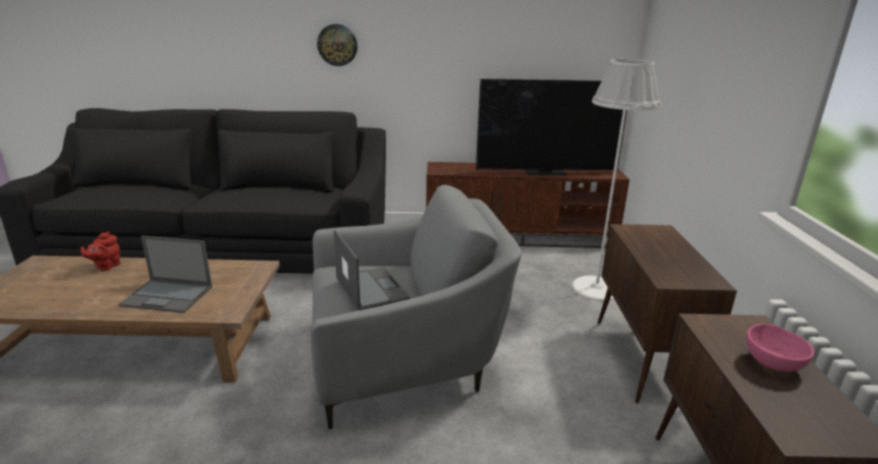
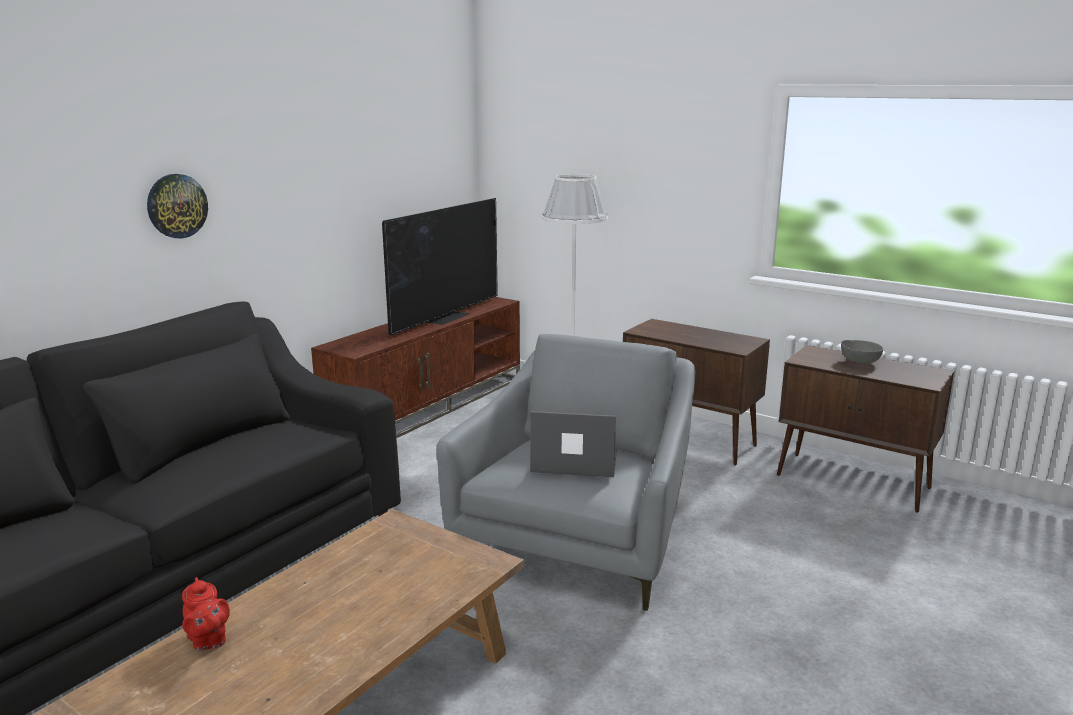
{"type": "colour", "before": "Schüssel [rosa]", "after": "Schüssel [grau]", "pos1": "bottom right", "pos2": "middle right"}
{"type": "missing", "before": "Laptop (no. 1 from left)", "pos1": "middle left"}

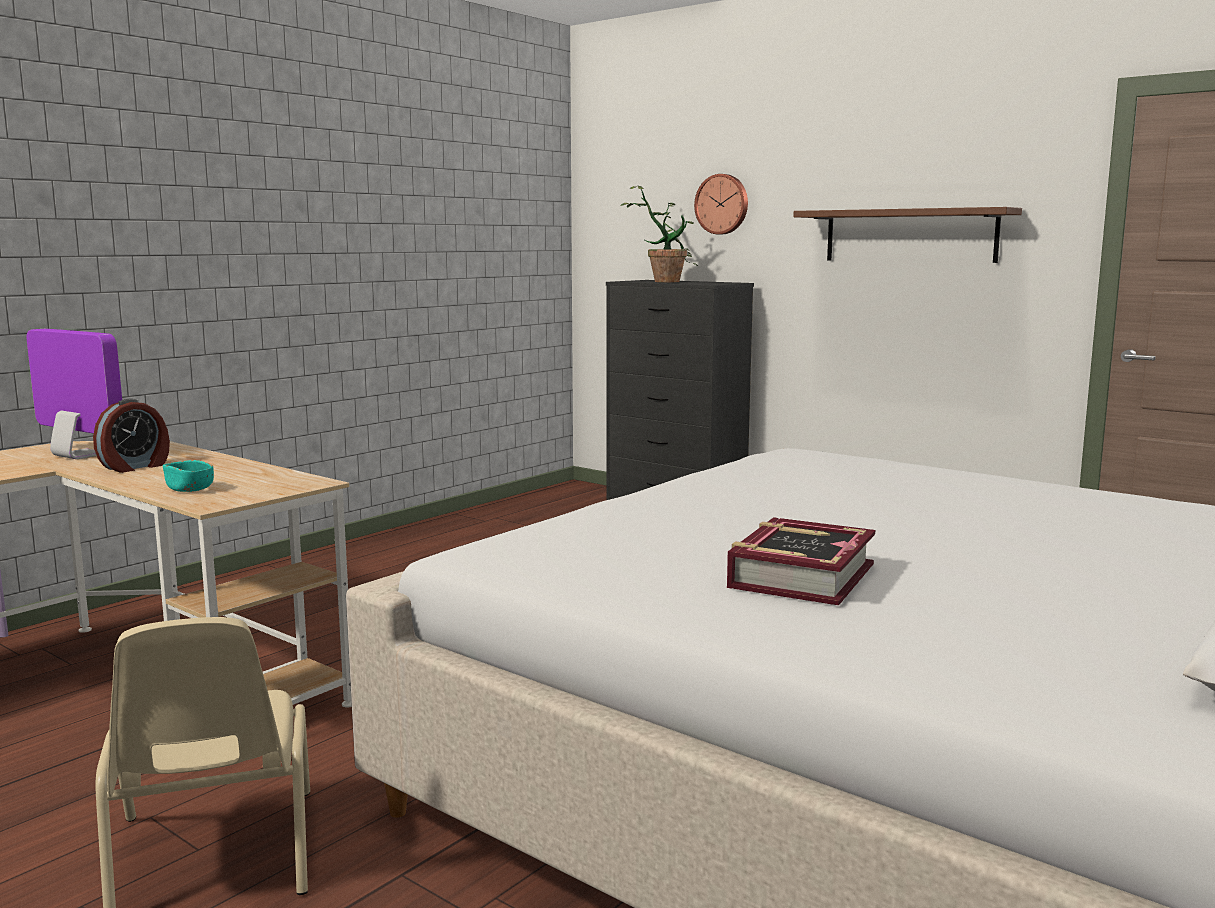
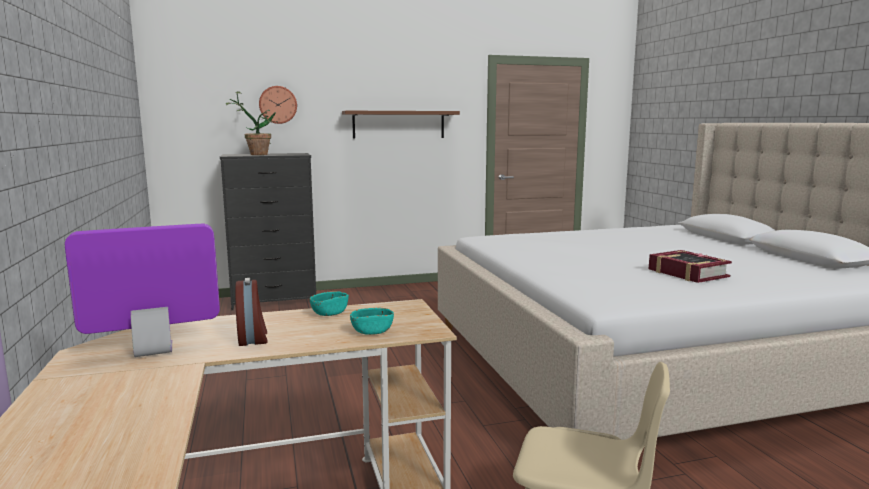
{"type": "appeared", "after": "Schüssel [türkis] (no. 1 from left)", "pos2": "centre"}

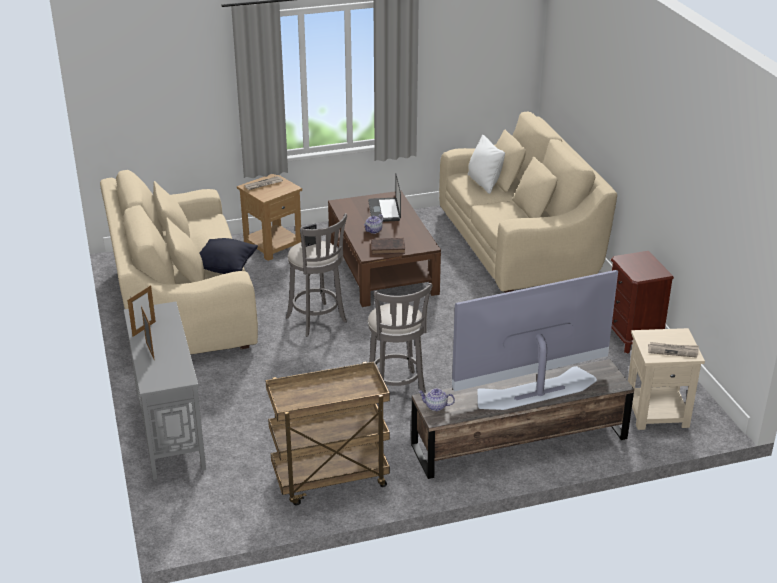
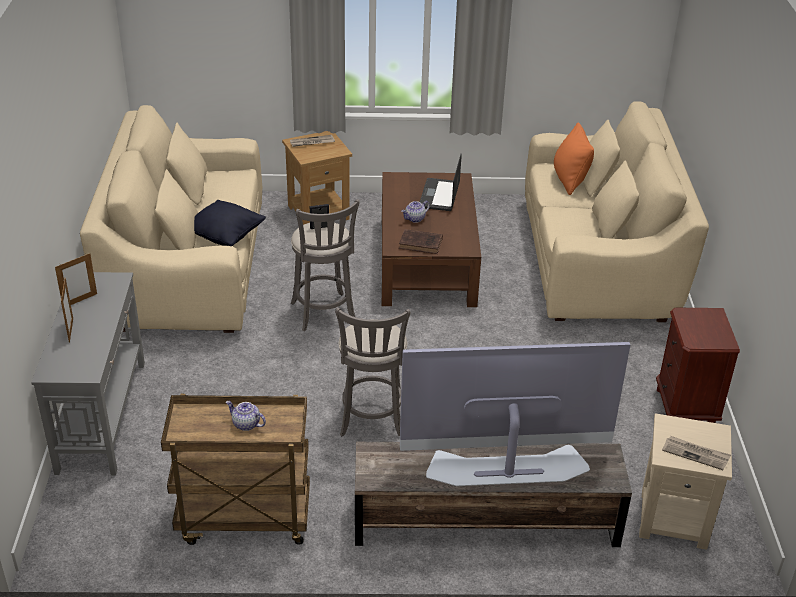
{"type": "relocated", "before": "Teekanne (no. 2 from left in the first image)", "after": "Teekanne (no. 1 from left)", "pos1": "bottom centre", "pos2": "bottom left"}
{"type": "colour", "before": "Kissen [weiß]", "after": "Kissen [orange]", "pos1": "top centre", "pos2": "top right"}

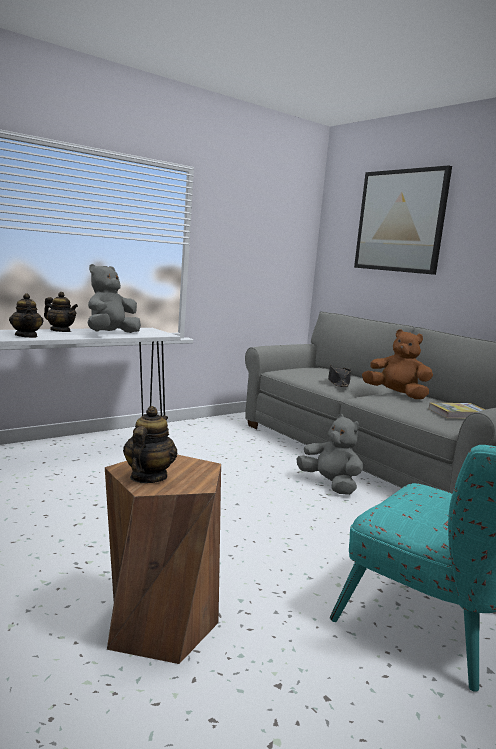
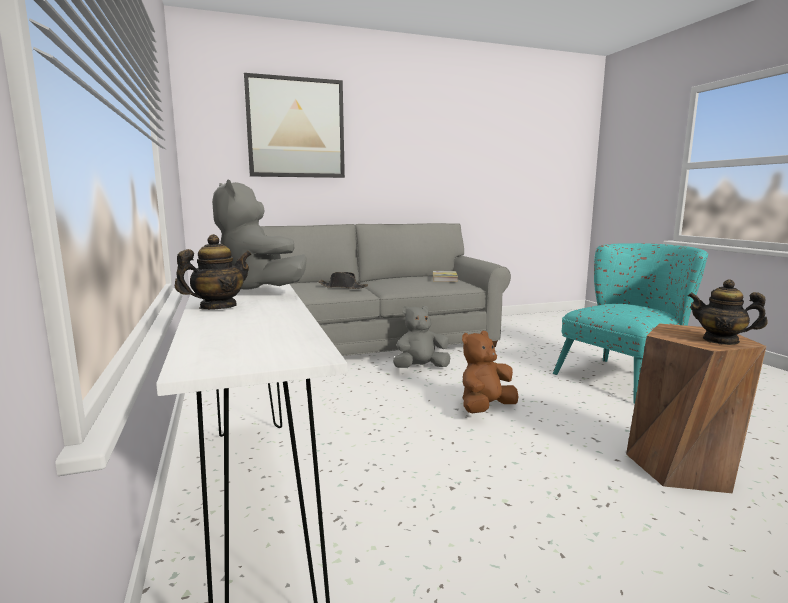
{"type": "relocated", "before": "Plüschtier [braun]", "pos1": "middle right", "pos2": "centre"}
{"type": "missing", "before": "Teekanne (no. 1 from left)", "pos1": "middle left"}

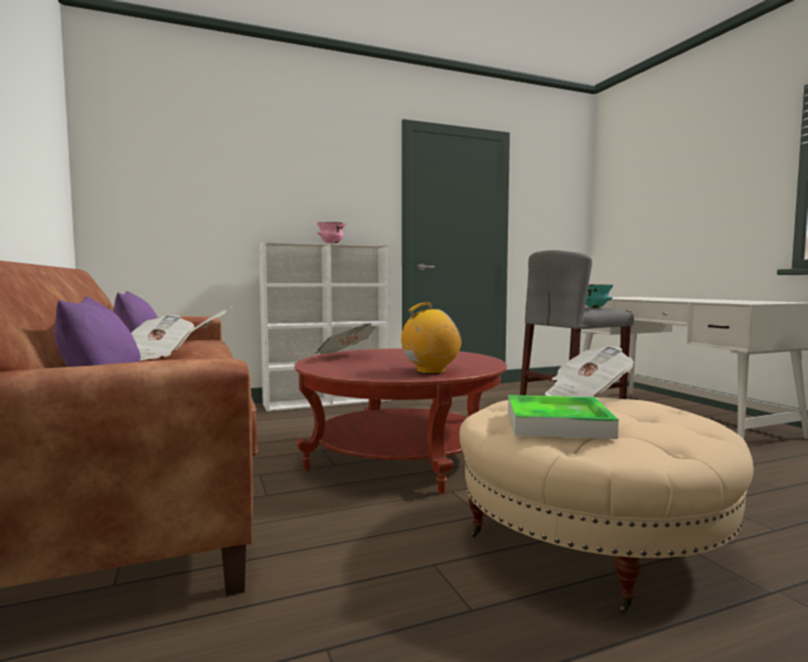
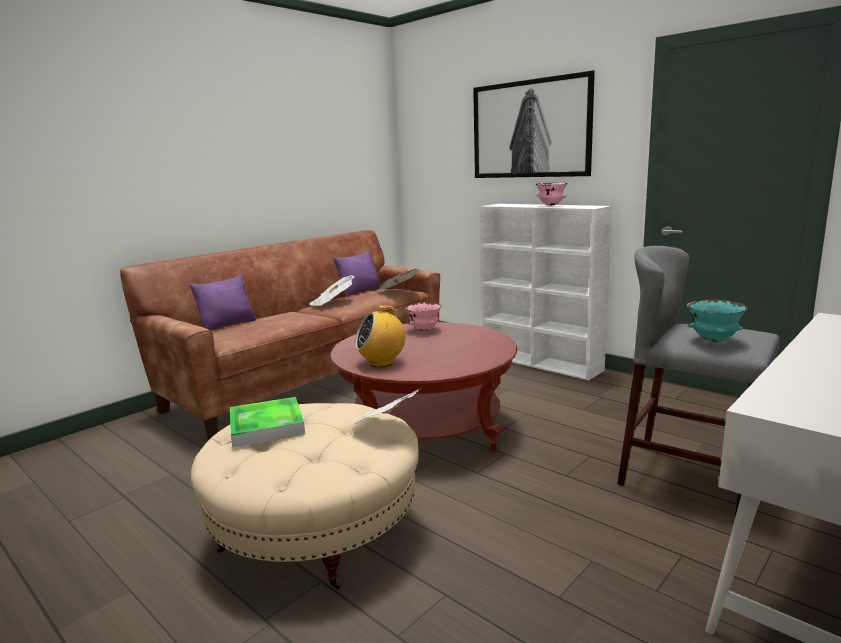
{"type": "spun", "before": "Radio", "pos1": "centre", "pos2": "centre", "turn": 120}
{"type": "exchanged", "before": "Zeitung (no. 3 from left)", "after": "Schüssel [rosa] (no. 1 from left)", "pos1": "centre", "pos2": "centre"}
{"type": "appeared", "after": "Bild", "pos2": "top centre"}

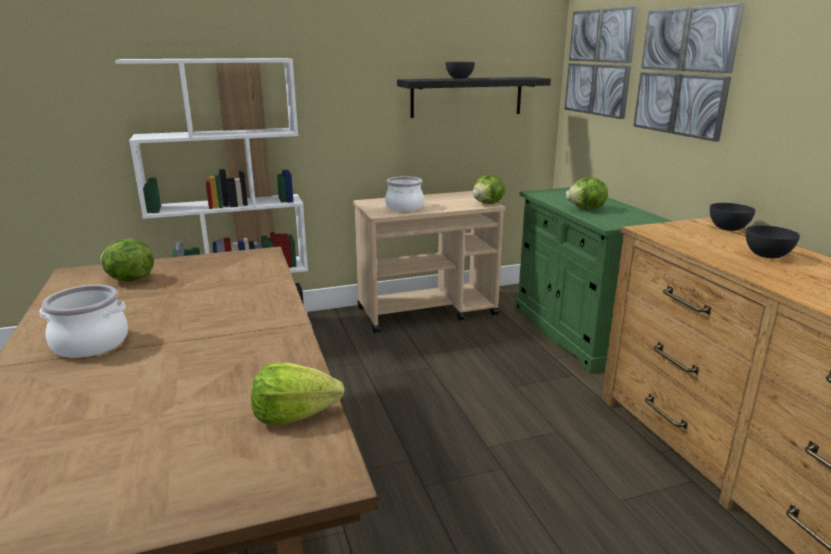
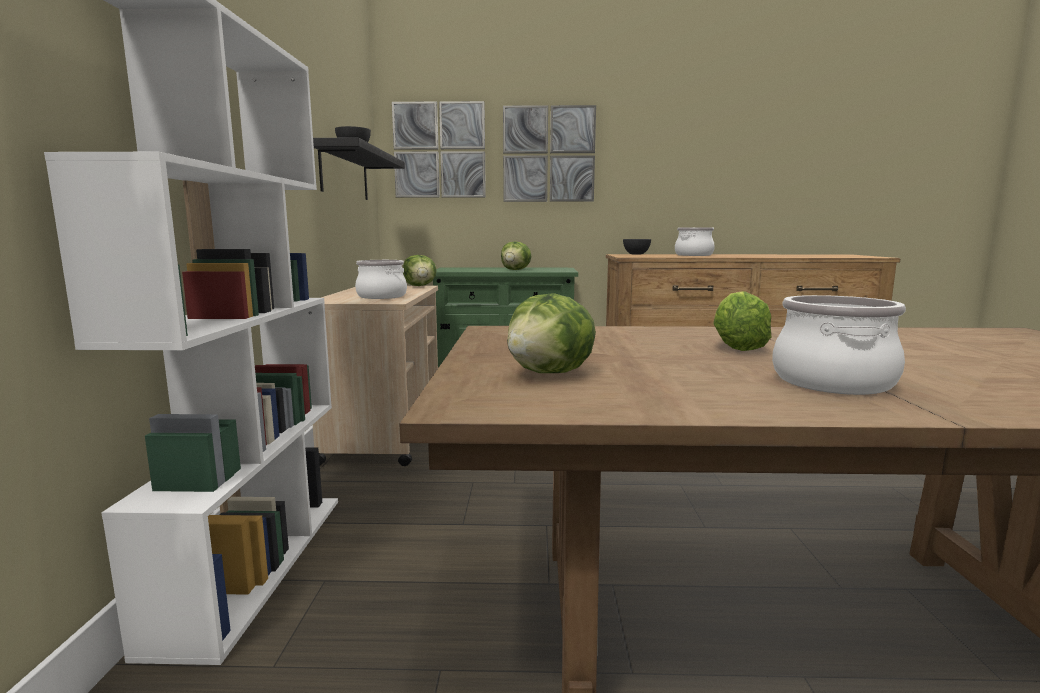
{"type": "exchanged", "before": "Schüssel [grau] (no. 3 from left)", "after": "Kochtopf (no. 2 from left)", "pos1": "middle right", "pos2": "middle right"}
{"type": "relocated", "before": "Salatkopf (no. 2 from left in the first image)", "after": "Salatkopf (no. 4 from left)", "pos1": "bottom centre", "pos2": "middle right"}

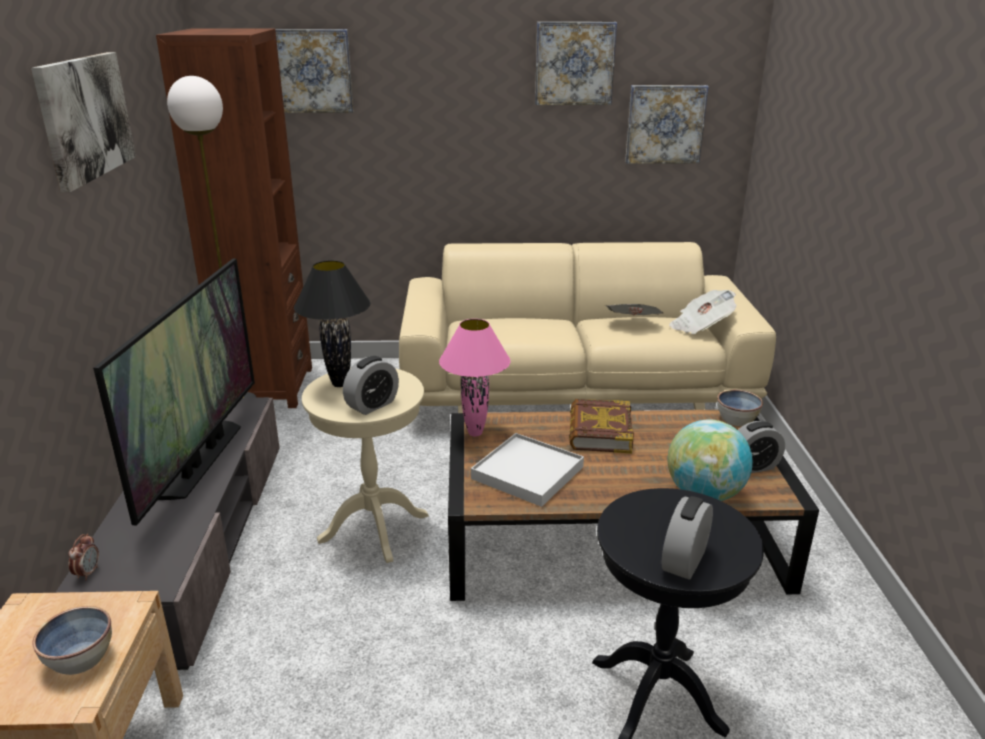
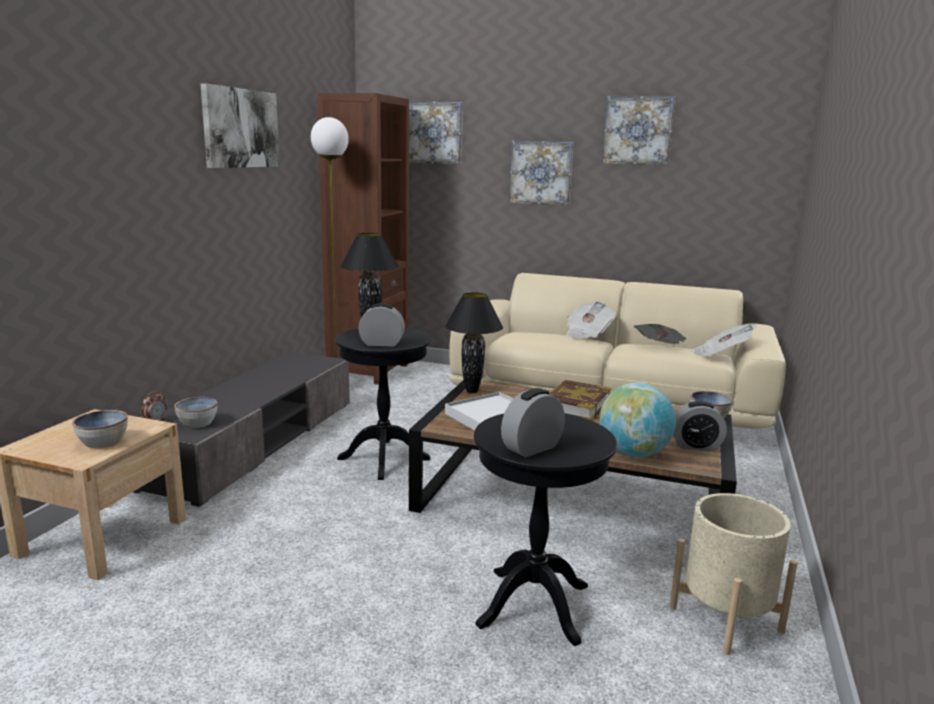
{"type": "appeared", "after": "Schüssel (no. 2 from left)", "pos2": "middle left"}
{"type": "colour", "before": "Beistelltisch [beige]", "after": "Beistelltisch [schwarz] (no. 1 from left)", "pos1": "centre", "pos2": "centre"}
{"type": "spun", "before": "Wecker (no. 2 from left)", "pos1": "centre", "pos2": "centre", "turn": -150}
{"type": "colour", "before": "Tischlampe [rosa]", "after": "Tischlampe [schwarz] (no. 2 from left)", "pos1": "centre", "pos2": "centre"}
{"type": "relocated", "before": "Bild (no. 4 from left in the first image)", "after": "Bild (no. 3 from left)", "pos1": "top right", "pos2": "top centre"}
{"type": "appeared", "after": "Zeitung (no. 1 from left)", "pos2": "centre"}
{"type": "appeared", "after": "Pflanzkübel [beige]", "pos2": "bottom right"}
{"type": "missing", "before": "Fernseher", "pos1": "middle left"}

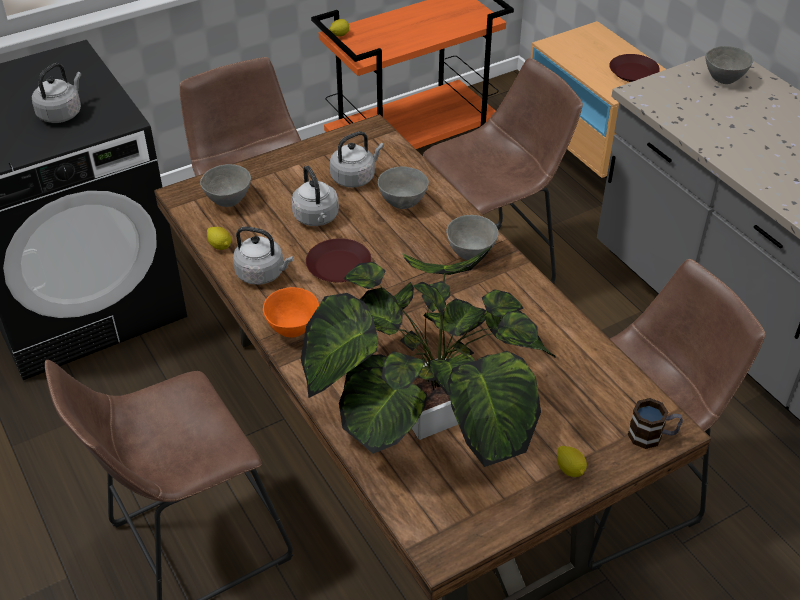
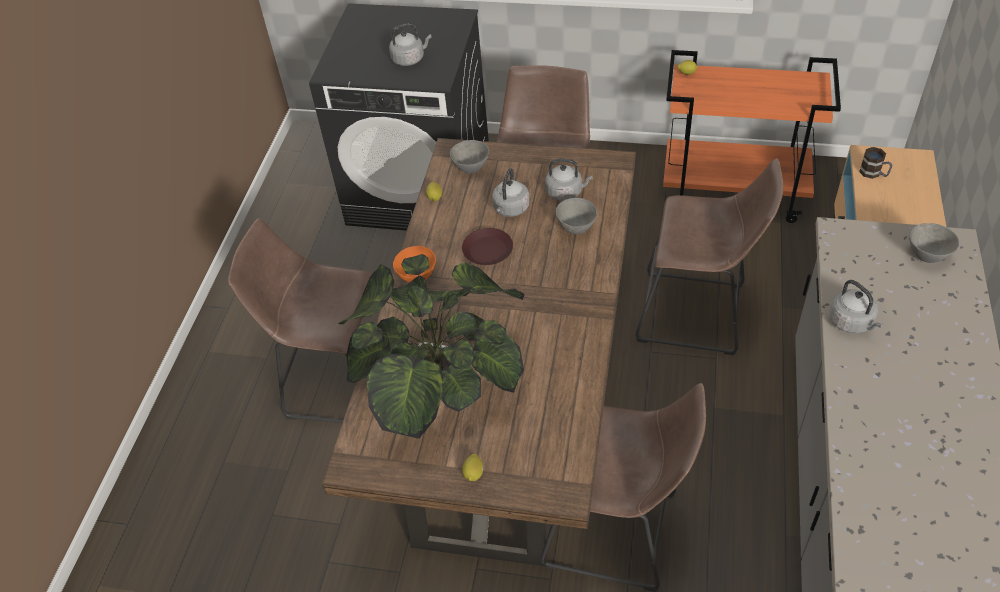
{"type": "relocated", "before": "Wasserkessel [grau] (no. 2 from left in the first image)", "after": "Wasserkessel [grau] (no. 4 from left)", "pos1": "middle left", "pos2": "middle right"}
{"type": "relocated", "before": "Henkelbecher", "pos1": "bottom right", "pos2": "top right"}
{"type": "missing", "before": "Schüssel [grau] (no. 3 from left)", "pos1": "centre"}
{"type": "missing", "before": "Teller [braun] (no. 2 from left)", "pos1": "top right"}

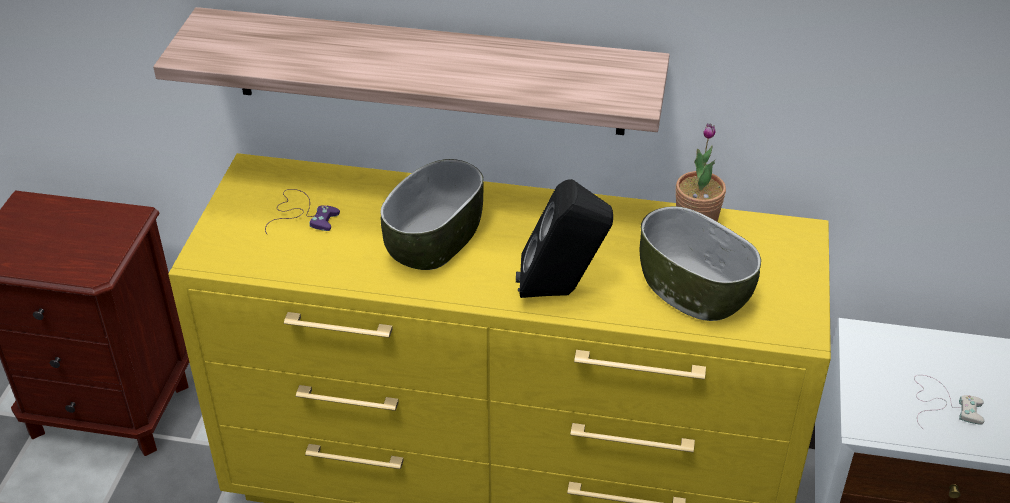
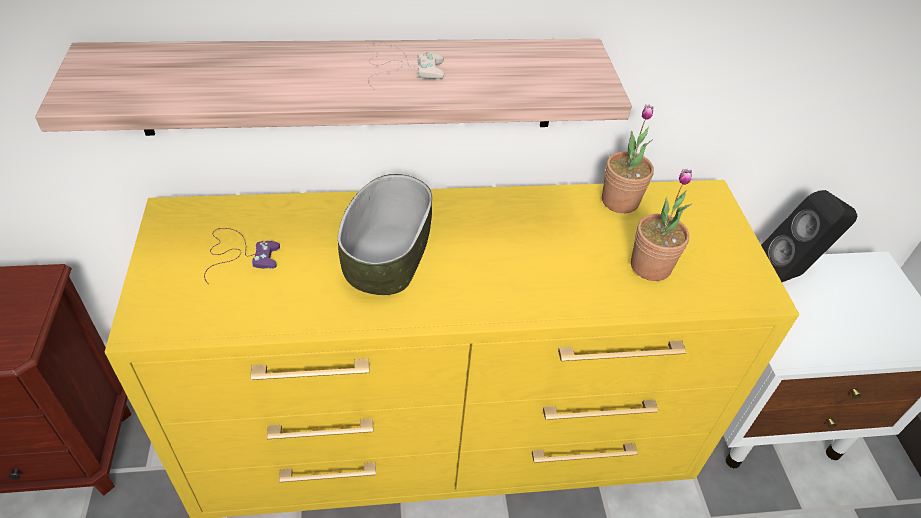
{"type": "relocated", "before": "Gamepad [weiß]", "pos1": "bottom right", "pos2": "top centre"}
{"type": "exchanged", "before": "Schüssel (no. 2 from left)", "after": "Topfpflanze (no. 2 from left)", "pos1": "middle right", "pos2": "middle right"}
{"type": "relocated", "before": "Lautsprecher [schwarz]", "pos1": "centre", "pos2": "middle right"}

